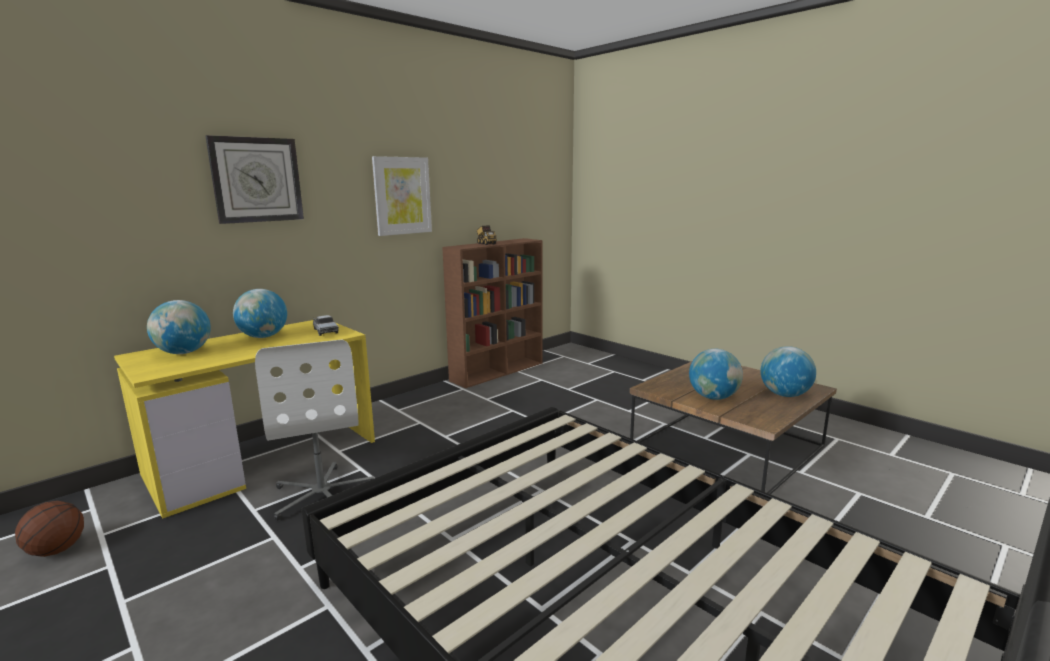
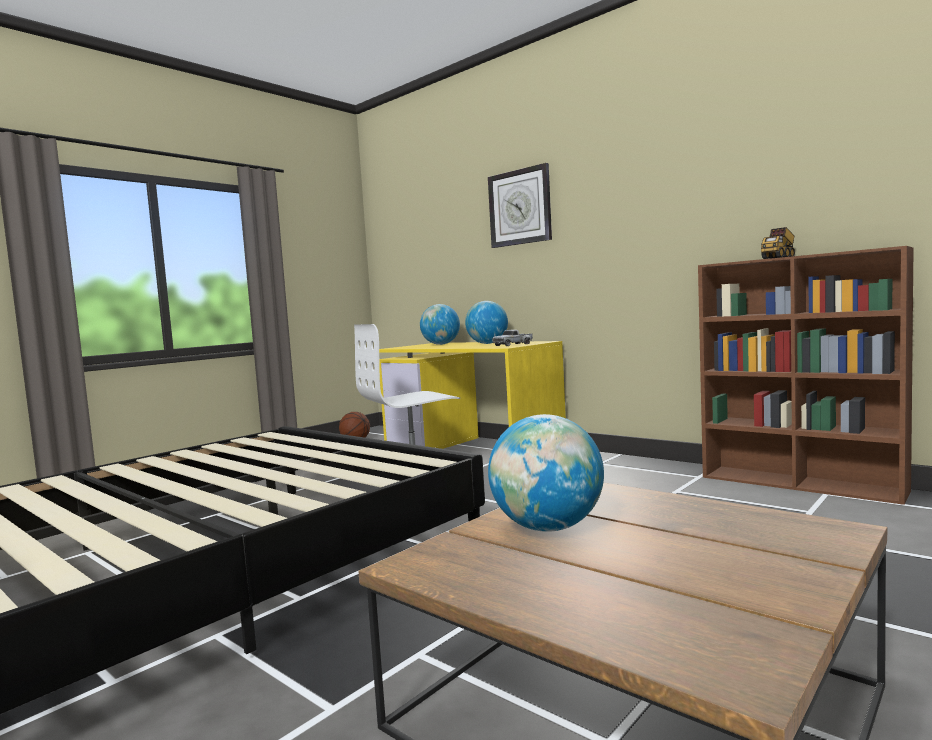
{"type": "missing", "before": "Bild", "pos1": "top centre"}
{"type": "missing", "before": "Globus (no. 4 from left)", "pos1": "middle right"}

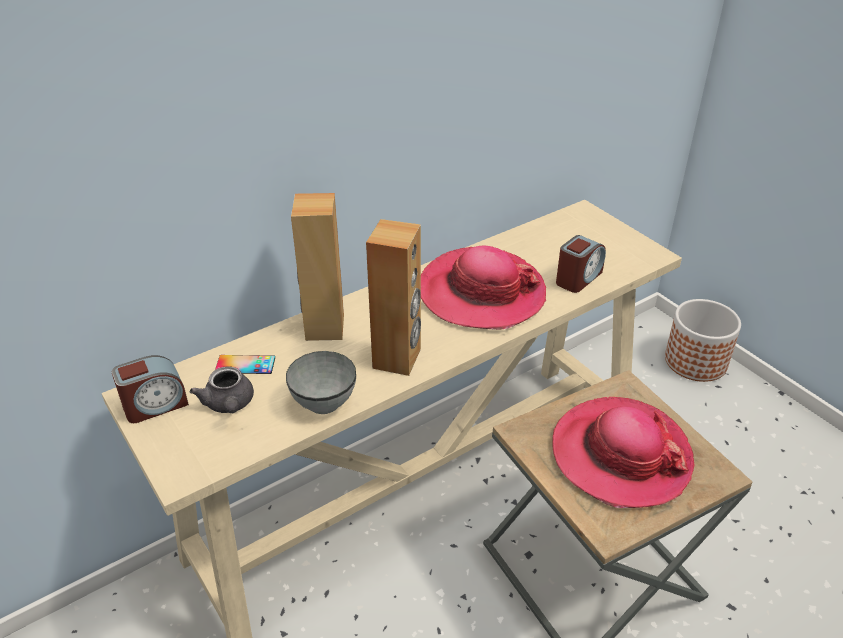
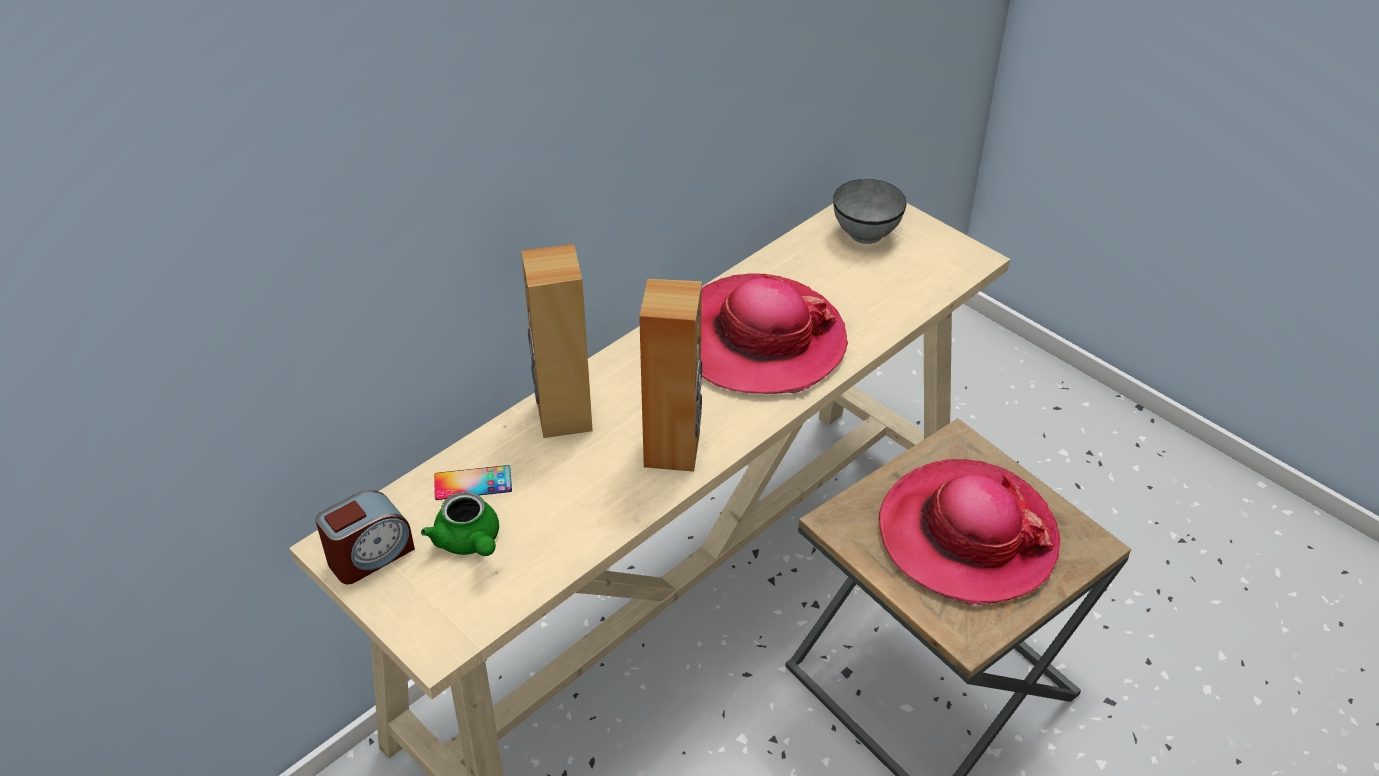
{"type": "colour", "before": "Teekanne [grau]", "after": "Teekanne [grün]", "pos1": "middle left", "pos2": "bottom centre"}
{"type": "relocated", "before": "Schüssel [grau]", "pos1": "centre", "pos2": "top centre"}
{"type": "missing", "before": "Wecker (no. 2 from left)", "pos1": "middle right"}
{"type": "missing", "before": "Pflanzkübel", "pos1": "middle right"}

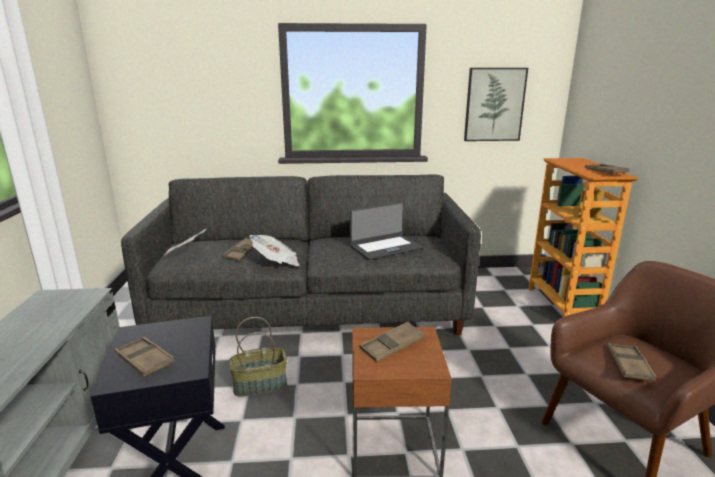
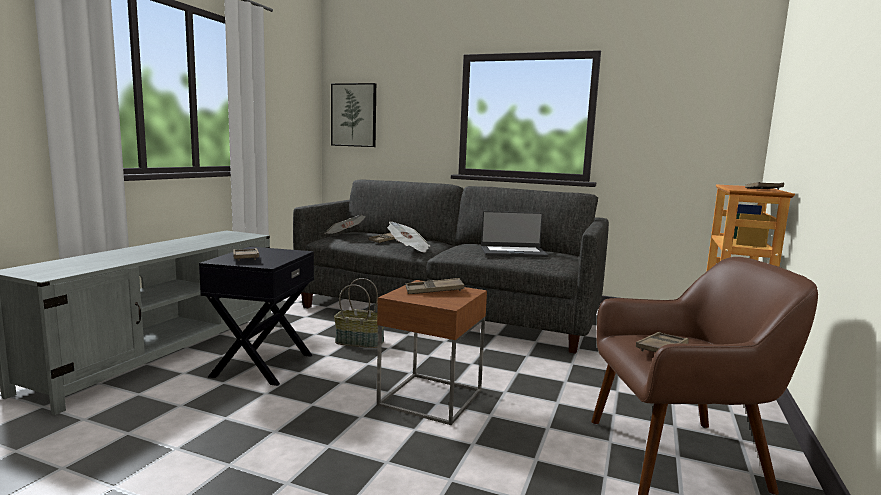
{"type": "relocated", "before": "Bild", "pos1": "top right", "pos2": "top centre"}

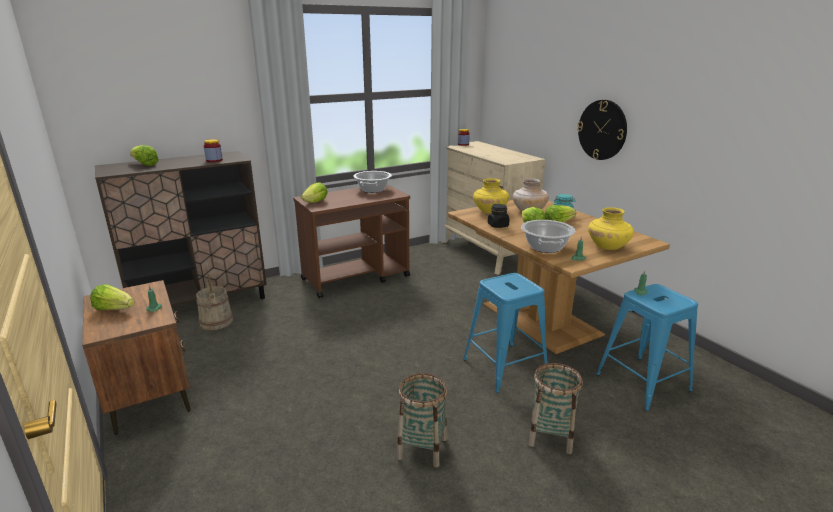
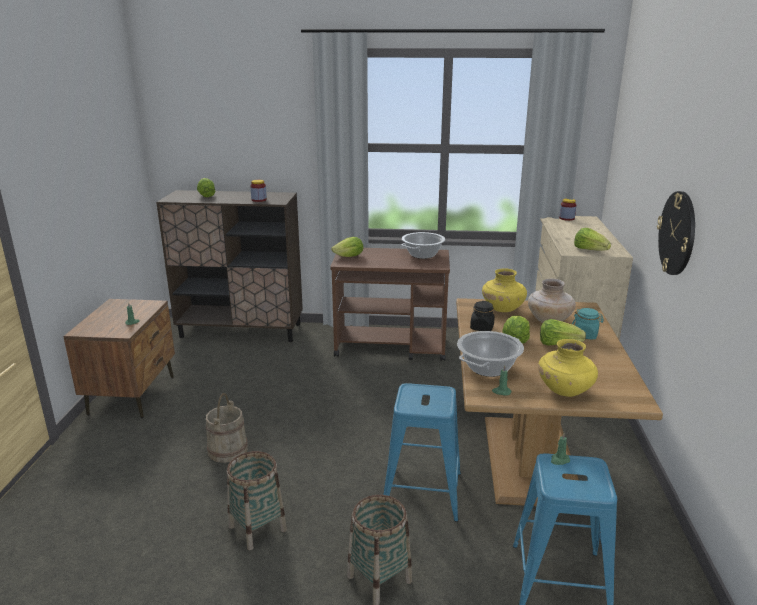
{"type": "relocated", "before": "Eimer [beige]", "pos1": "middle left", "pos2": "bottom left"}
{"type": "relocated", "before": "Salatkopf (no. 1 from left in the first image)", "after": "Salatkopf (no. 5 from left)", "pos1": "middle left", "pos2": "middle right"}

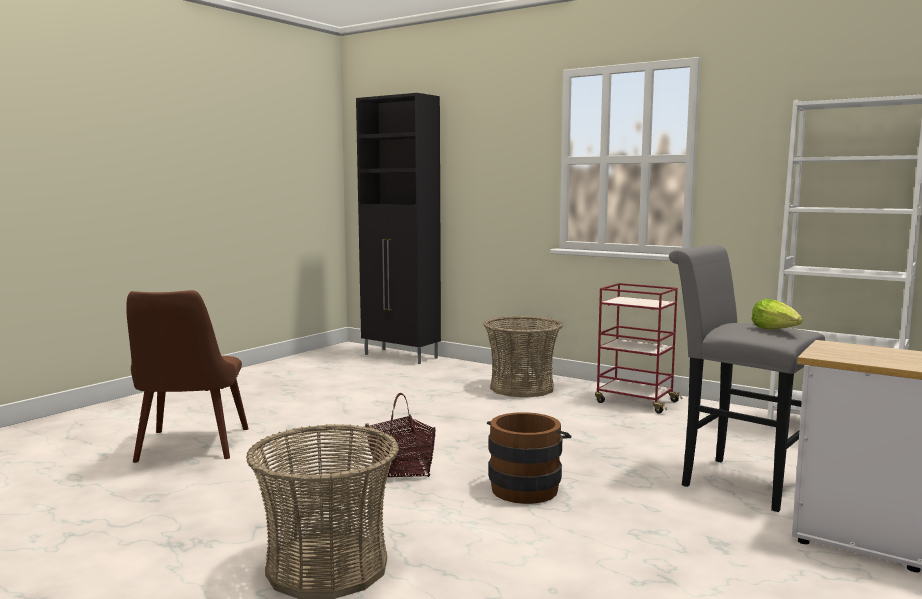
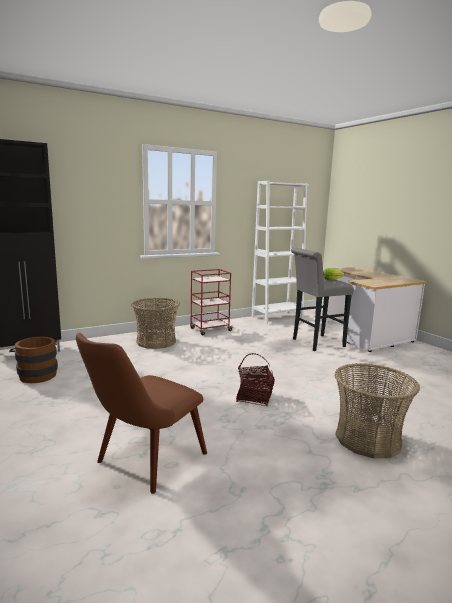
{"type": "relocated", "before": "Eimer [braun]", "pos1": "bottom centre", "pos2": "middle left"}
{"type": "spun", "before": "Stuhl [braun]", "pos1": "middle left", "pos2": "bottom left", "turn": 105}

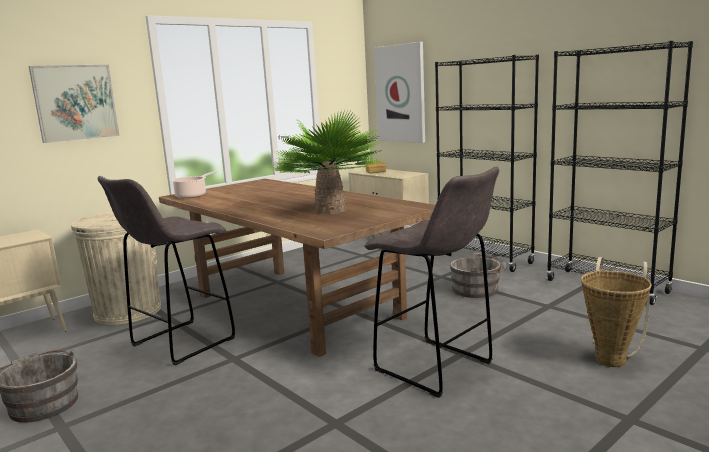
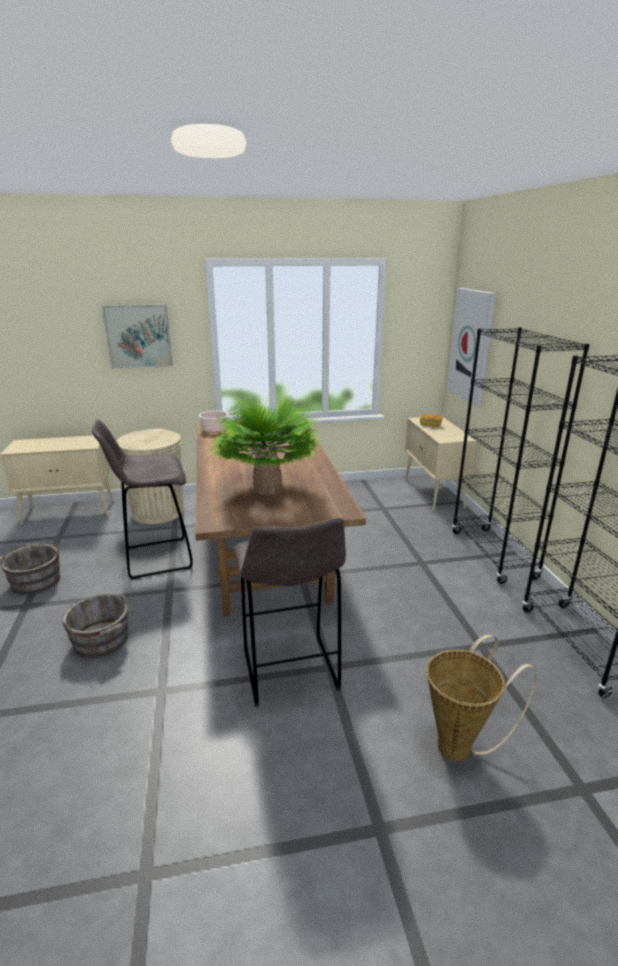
{"type": "relocated", "before": "Eimer [grau] (no. 2 from left)", "pos1": "middle right", "pos2": "middle left"}

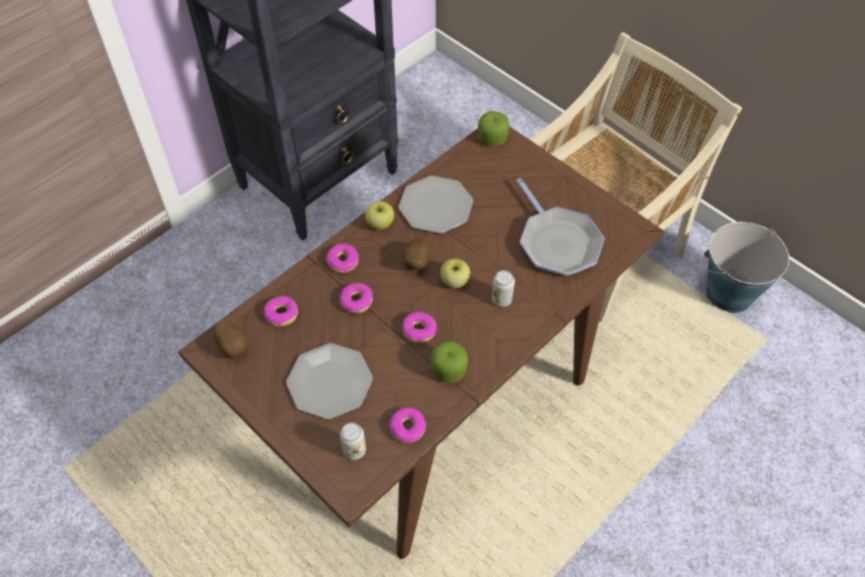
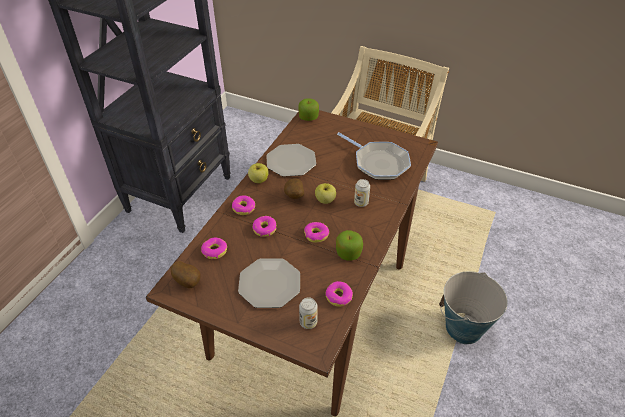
{"type": "relocated", "before": "Eimer", "pos1": "middle right", "pos2": "bottom right"}

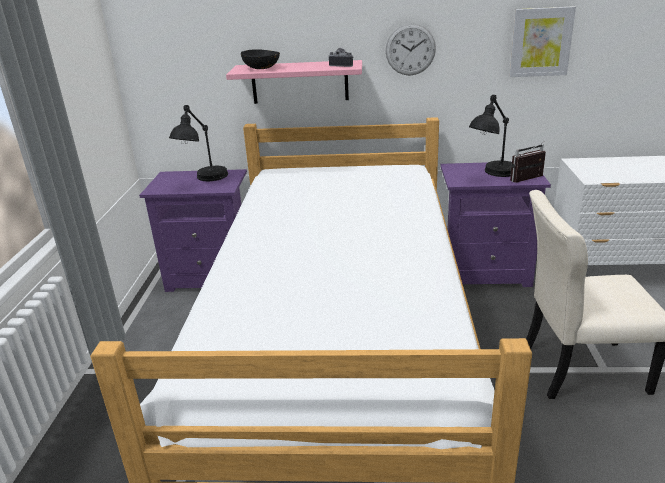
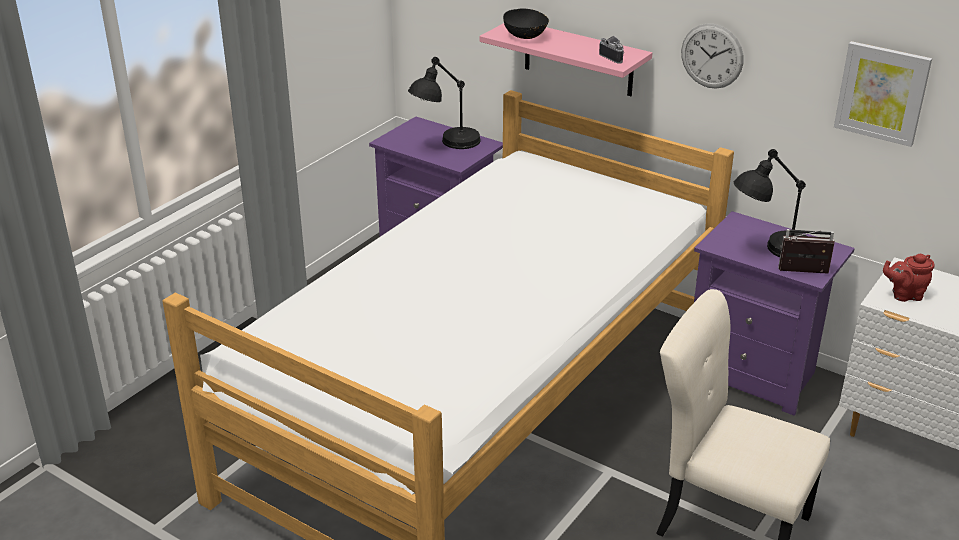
{"type": "appeared", "after": "Teekanne [rot]", "pos2": "middle right"}

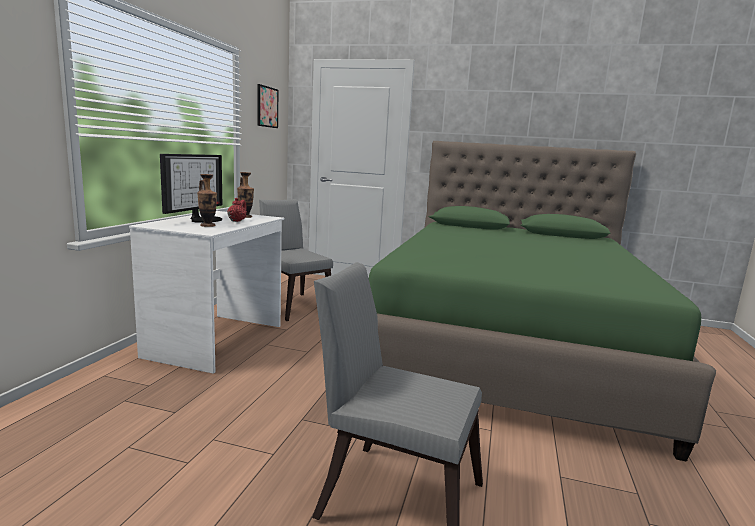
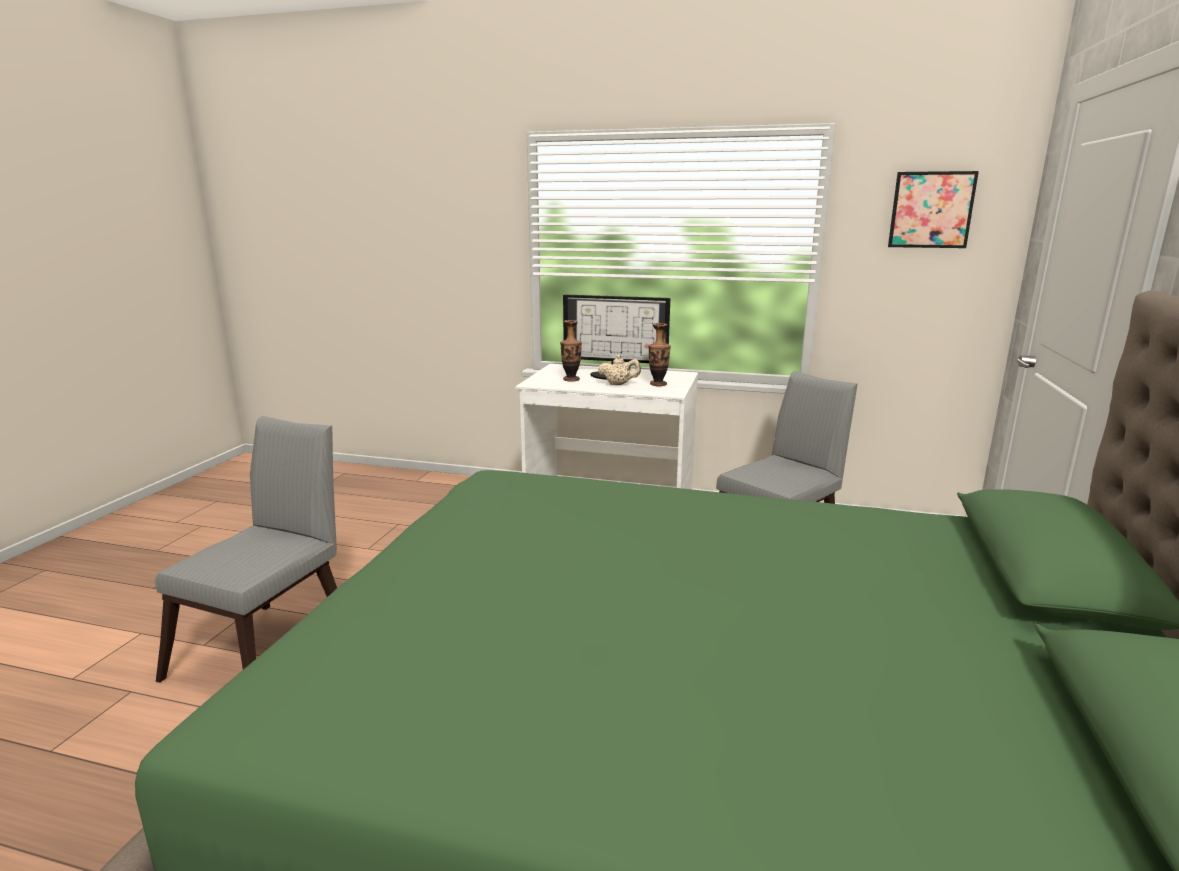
{"type": "colour", "before": "Teekanne [rot]", "after": "Teekanne [beige]", "pos1": "middle left", "pos2": "centre"}

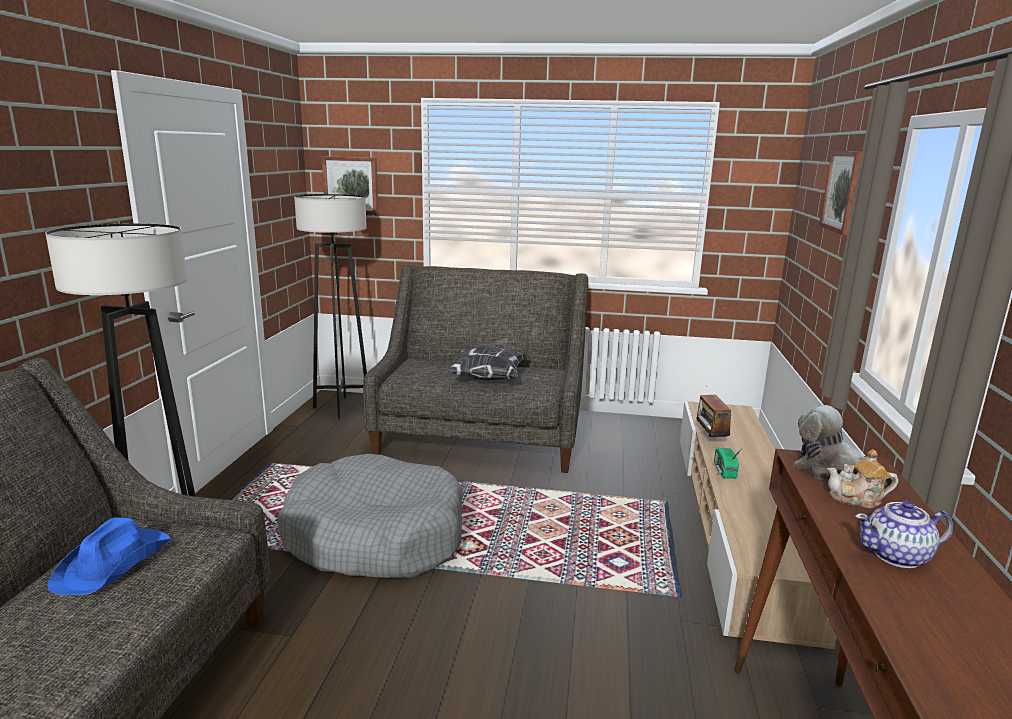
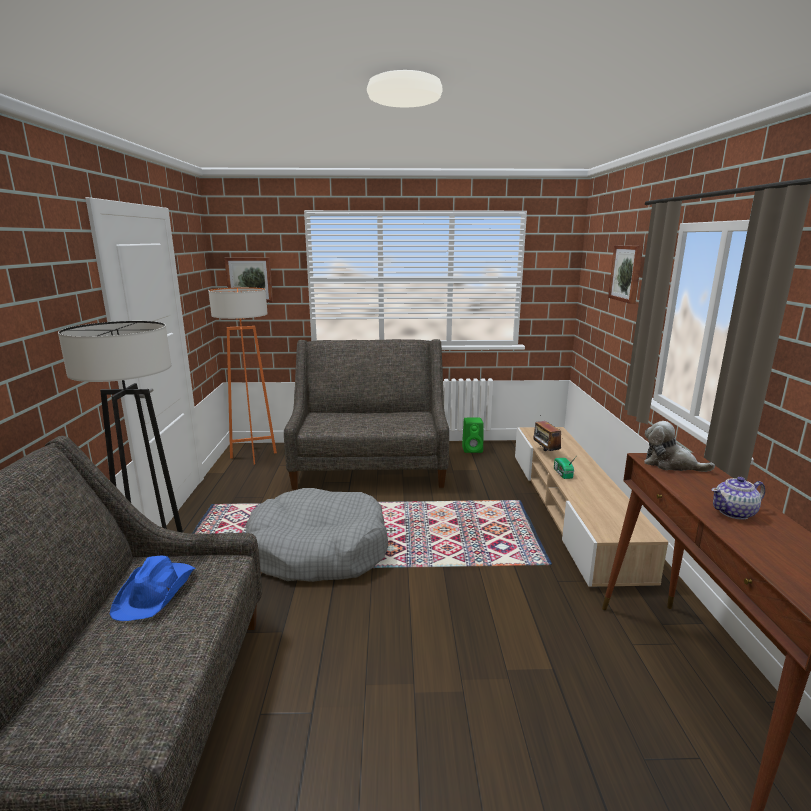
{"type": "colour", "before": "Stehlampe [grau] (no. 2 from left)", "after": "Stehlampe [orange]", "pos1": "middle left", "pos2": "middle left"}
{"type": "appeared", "after": "Lautsprecher [grün]", "pos2": "centre"}
{"type": "missing", "before": "Kissen", "pos1": "centre"}
{"type": "missing", "before": "Teekanne (no. 1 from left)", "pos1": "middle right"}

